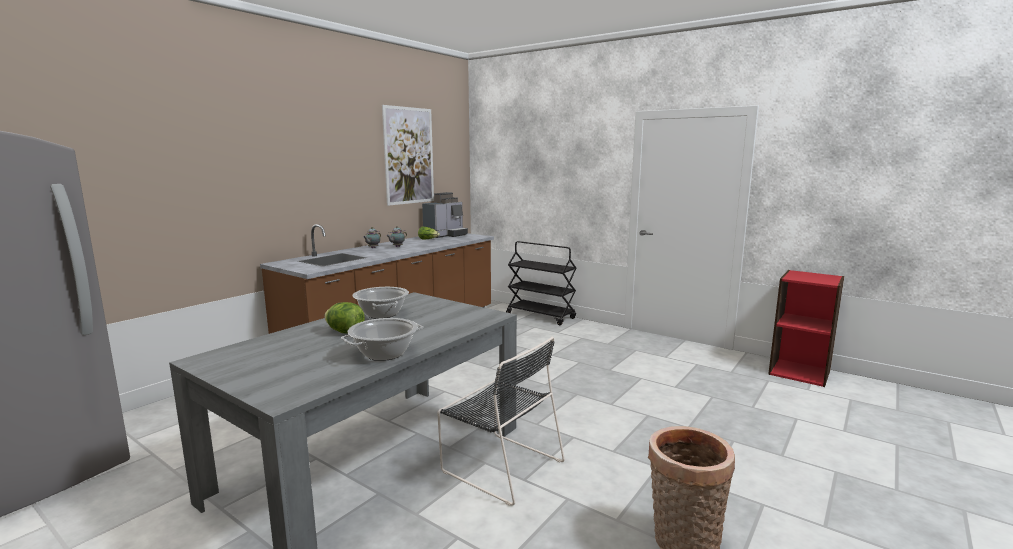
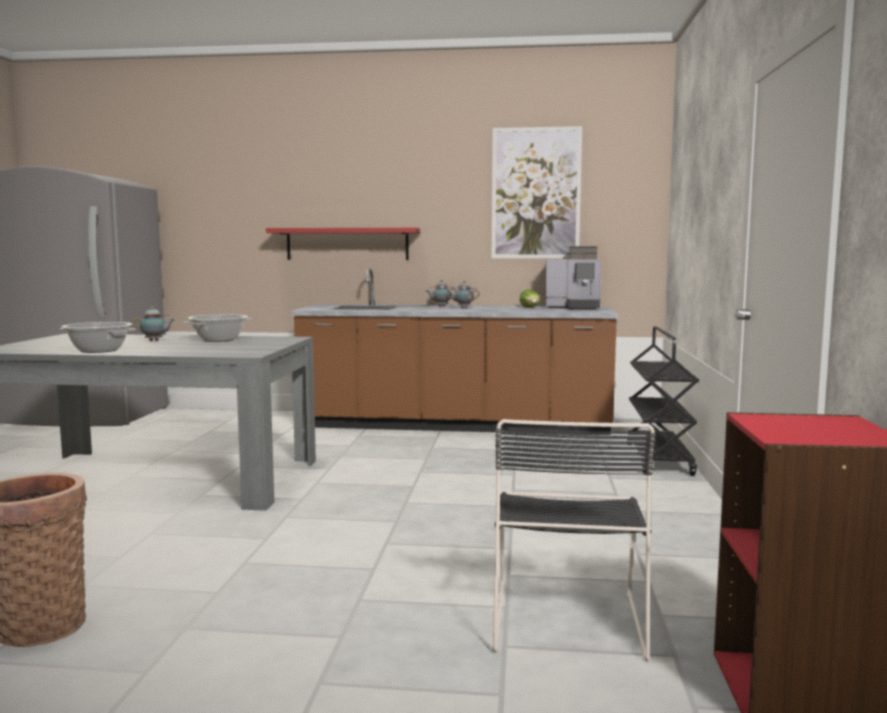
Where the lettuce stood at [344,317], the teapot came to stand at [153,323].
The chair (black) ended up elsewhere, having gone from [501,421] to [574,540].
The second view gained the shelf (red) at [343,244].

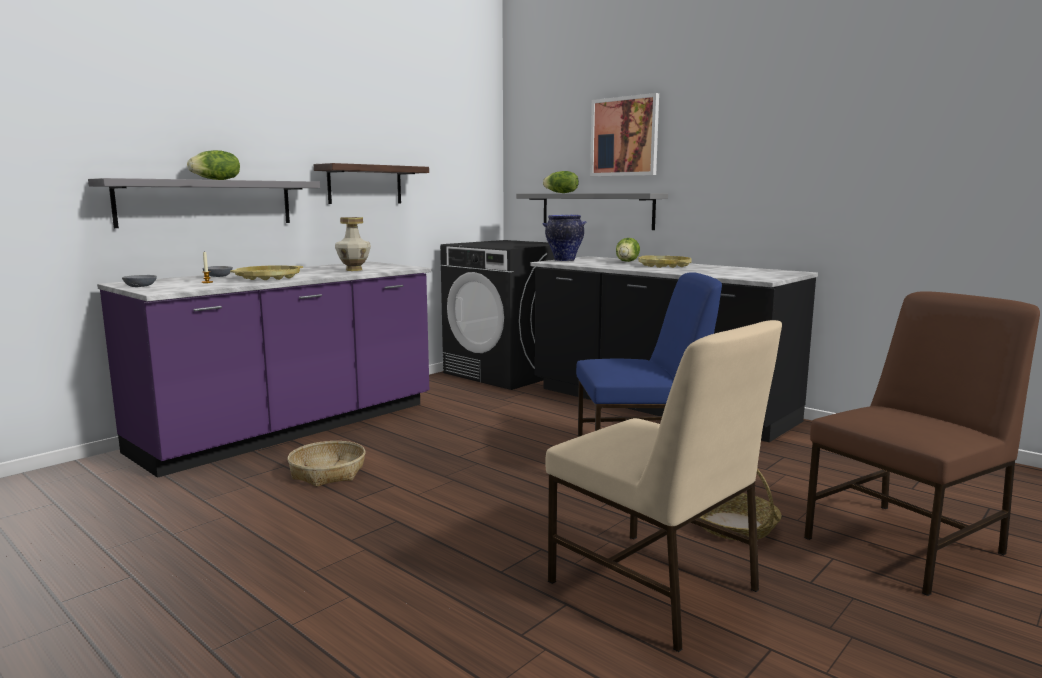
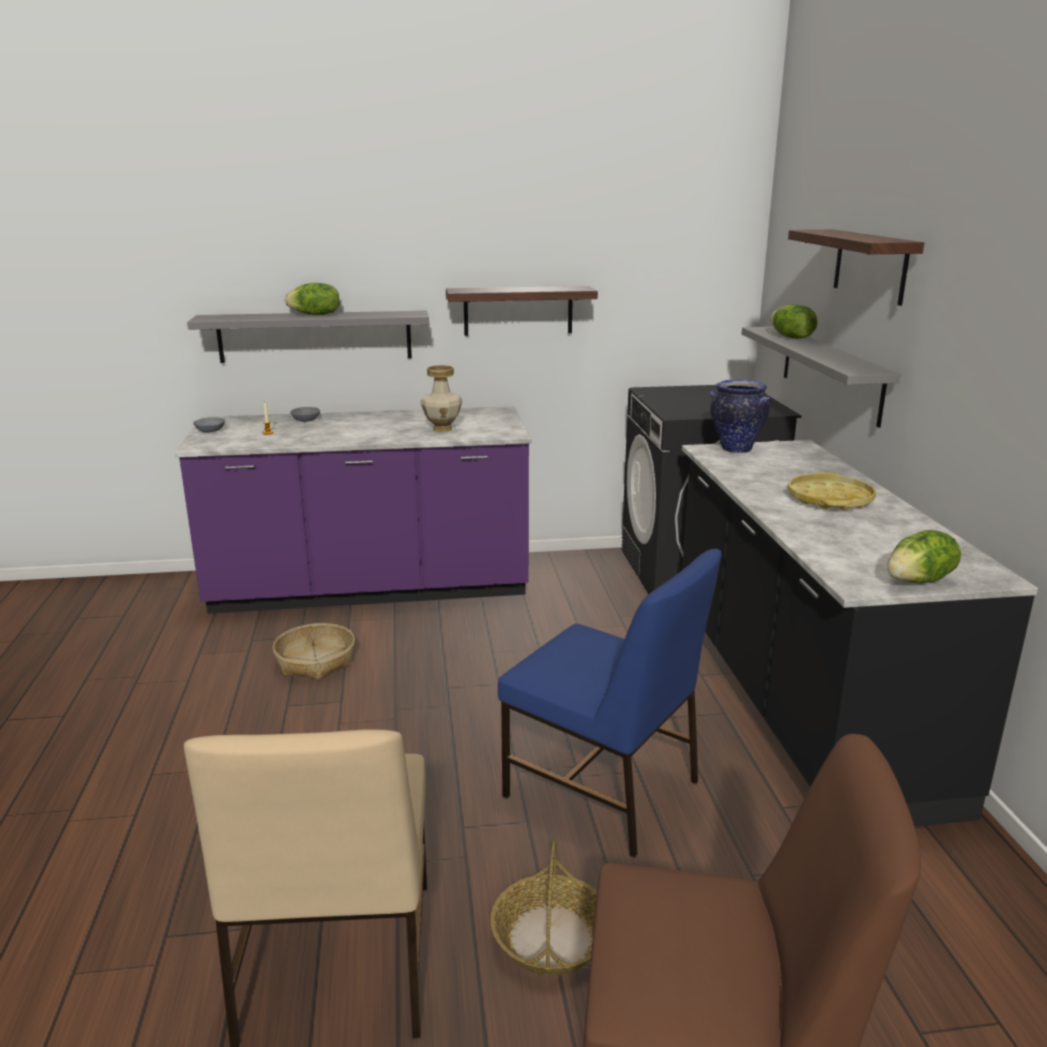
The second view lost the tray (yellow) at [266,272].
Where the picture hung at [624,134], the shelf came to hang at [856,267].
The lettuce ended up elsewhere, having gone from [628,250] to [924,556].

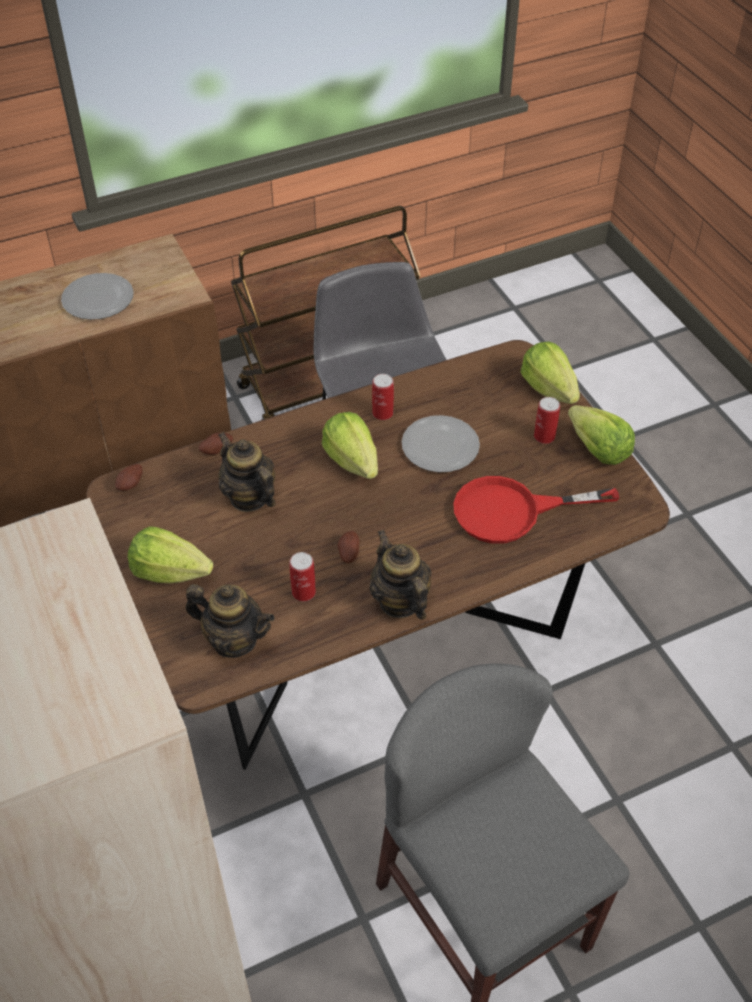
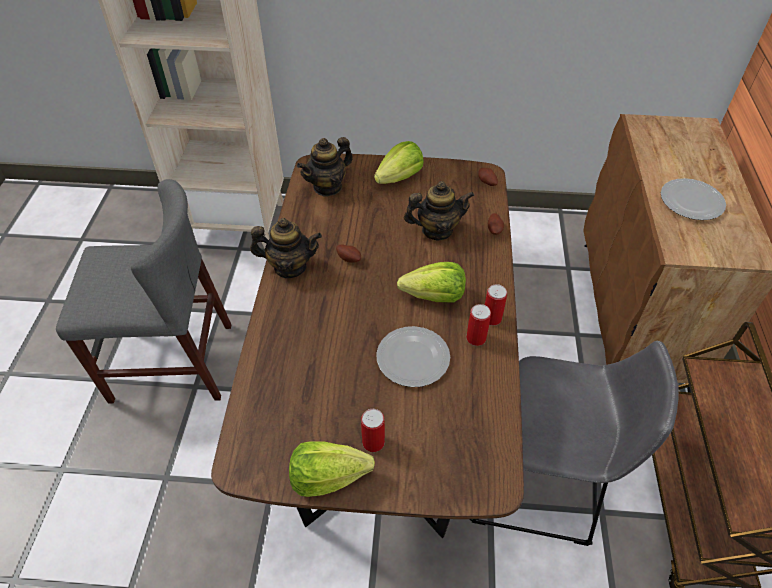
The can ended up elsewhere, having gone from [302,576] to [496,305].
The second view lost the frying pan (red) at [536,510].
The second view lost the lettuce at [550,372].

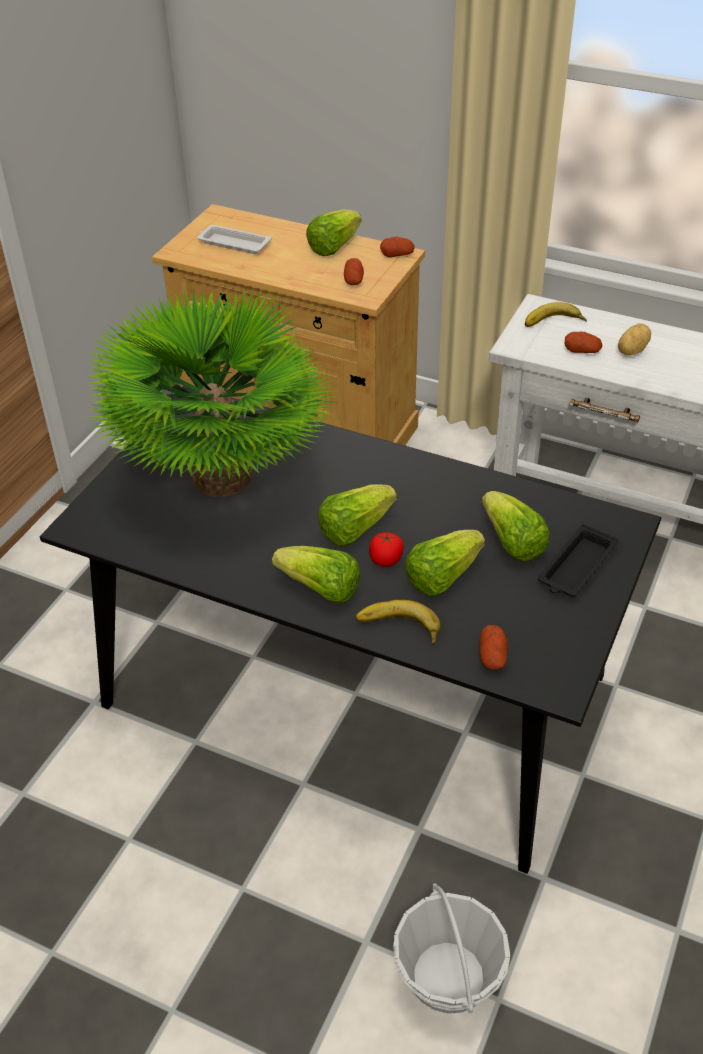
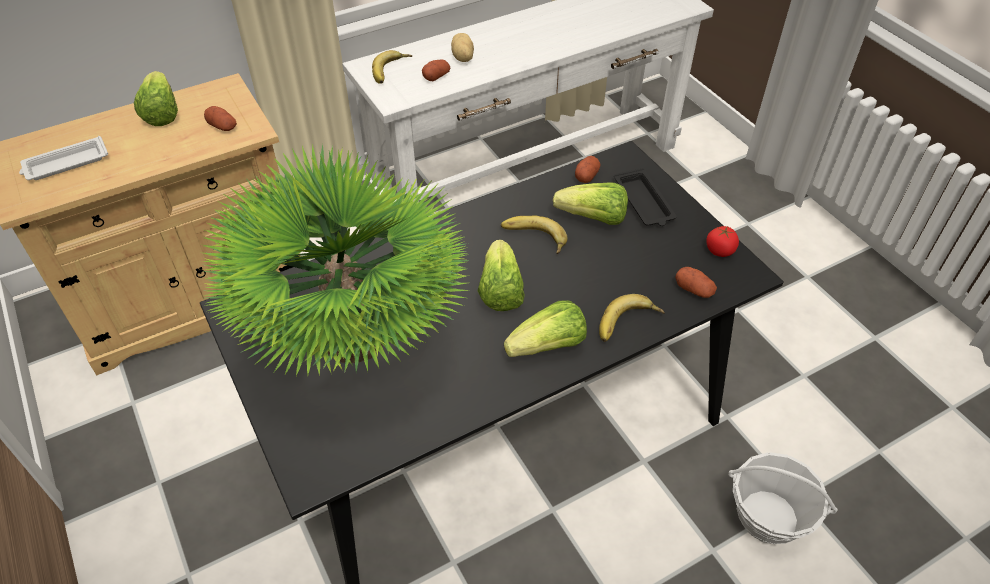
The tomato ended up elsewhere, having gone from [386,549] to [722,241].
The potato ended up elsewhere, having gone from [397,247] to [588,169].
The second view lost the lettuce at [445,563].
The second view gained the banana at [534,235].

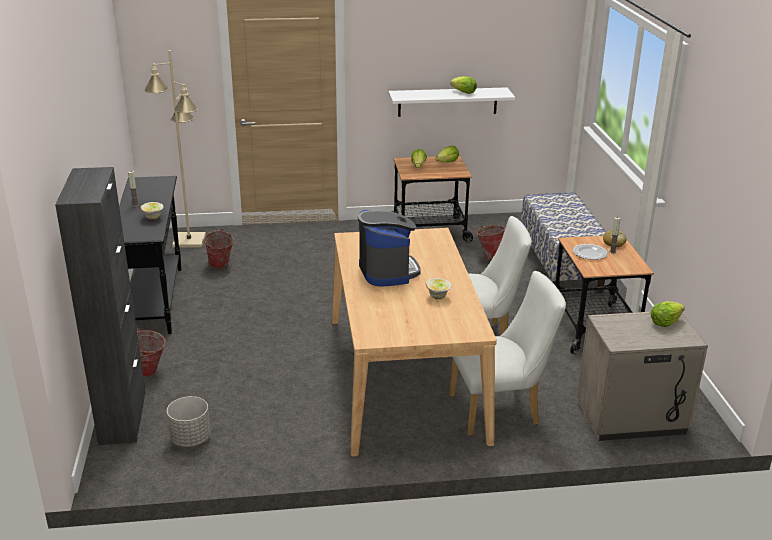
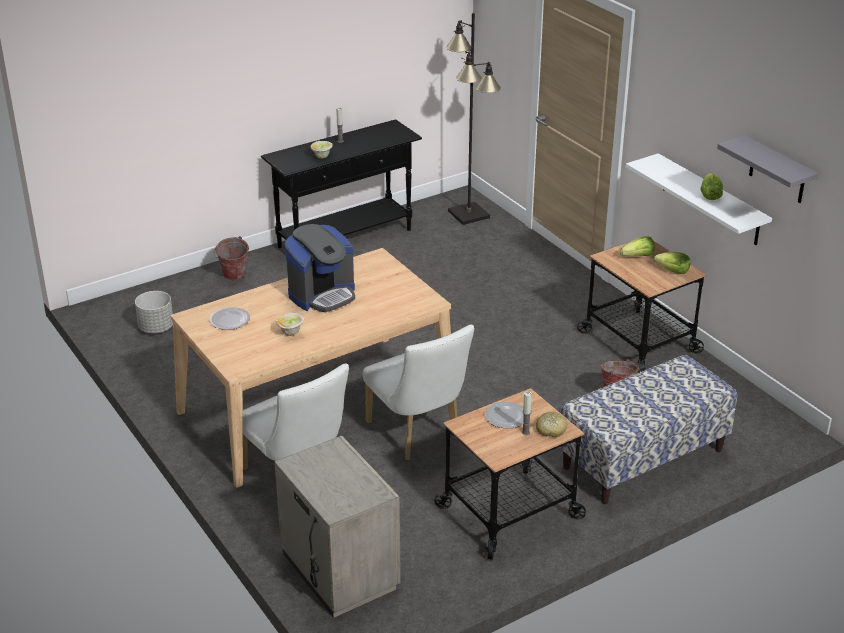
The second view lost the cabinet (black) at [100,306].
What was the floor lamp (beige) at [175,149] turned into the floor lamp (black) at [473,119].
The second view lost the bucket at [218,248].
The second view lost the lettuce at [668,314].
The second view gained the plate at [229,318].
The second view gained the shelf (grey) at [767,169].

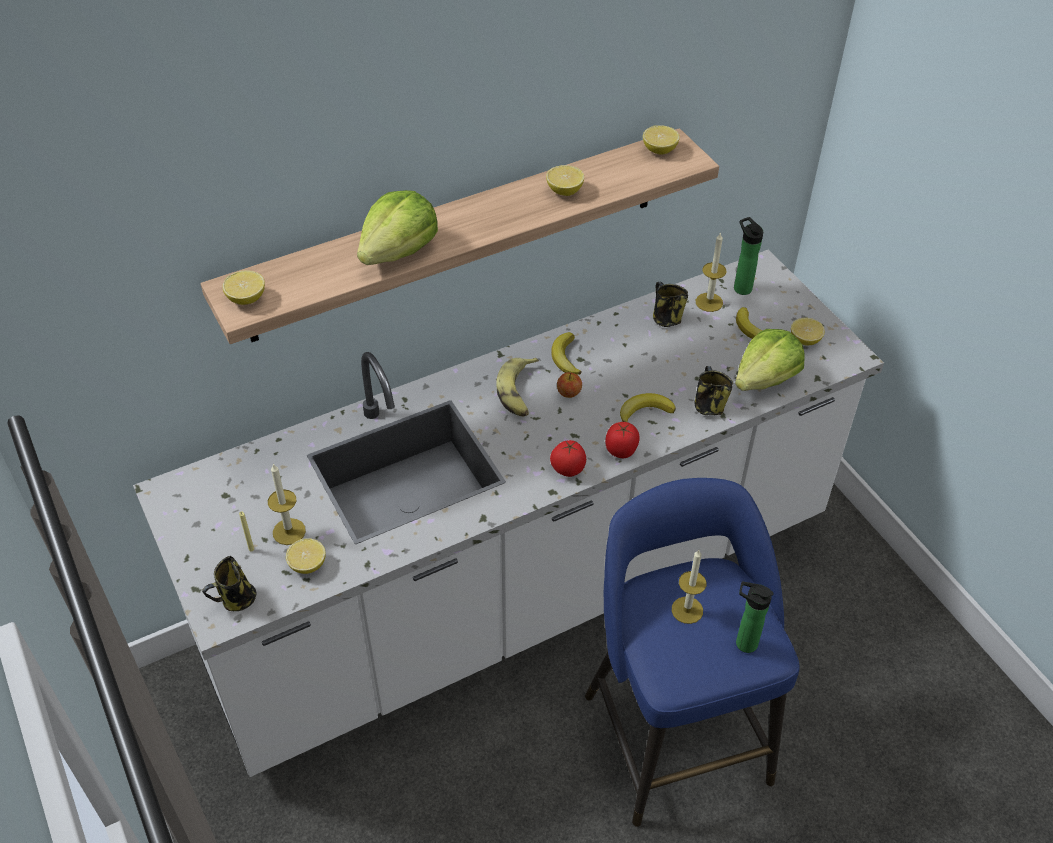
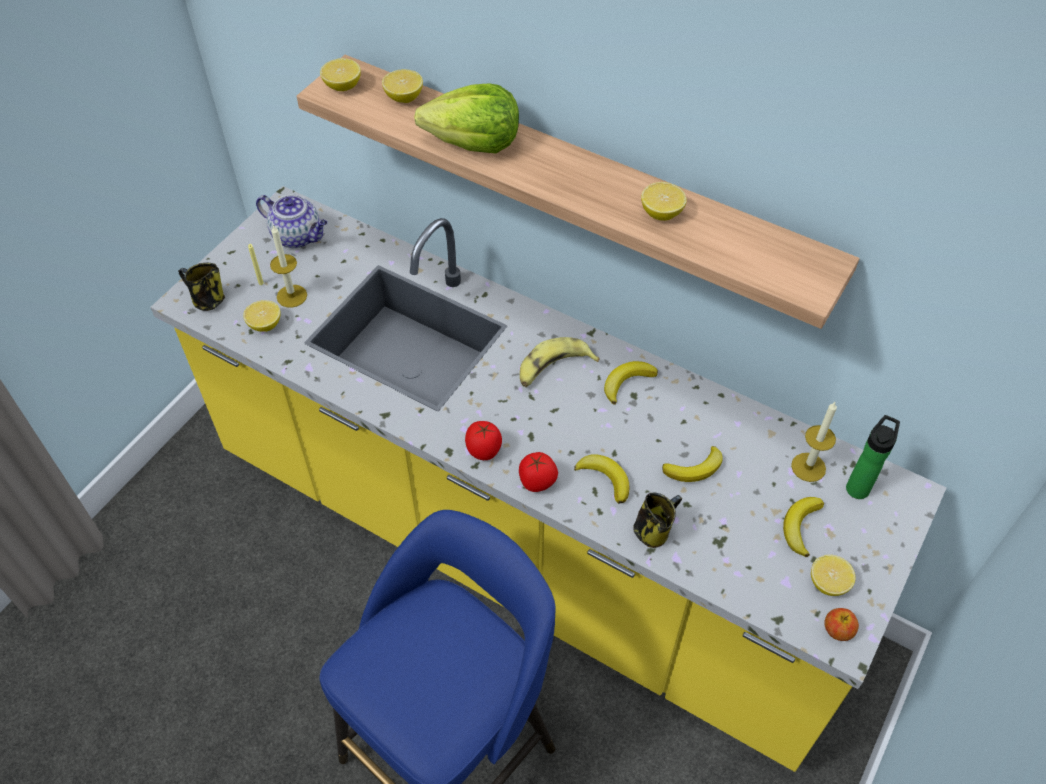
What was the counter (white) at [508,513] turned into the counter (yellow) at [548,479].
The apple ended up elsewhere, having gone from [569,385] to [841,624].
The lemon ended up elsewhere, having gone from [661,140] to [402,86].
The second view lost the mug at [670,304].
The second view lost the candle at [689,587].
The second view lost the lettuce at [769,360].
The second view lost the bottle at [755,617].
The second view gained the teapot at [291,221].
The second view gained the banana at [692,464].

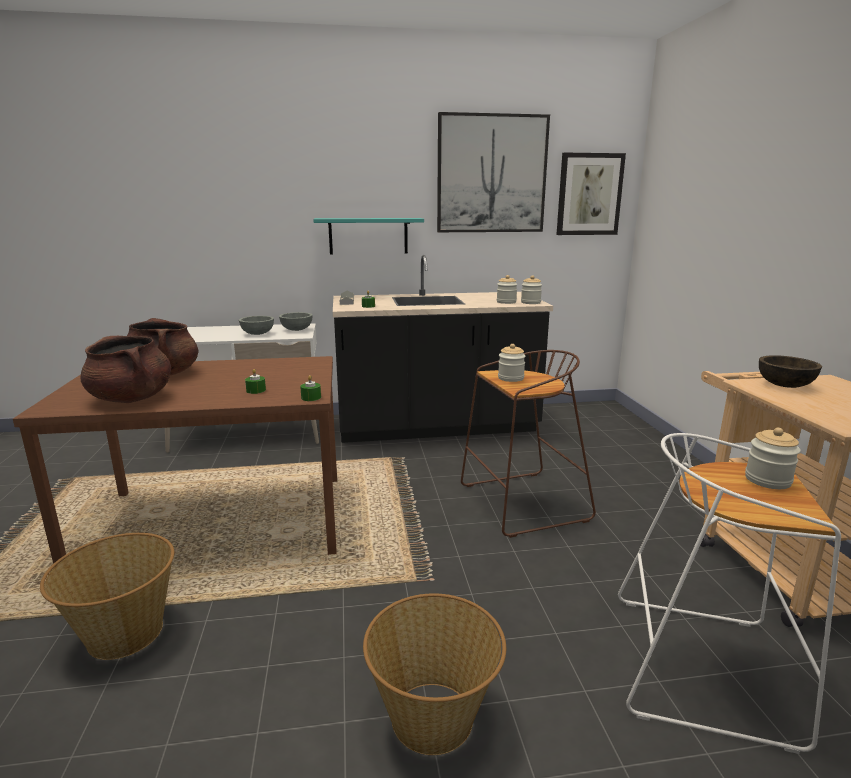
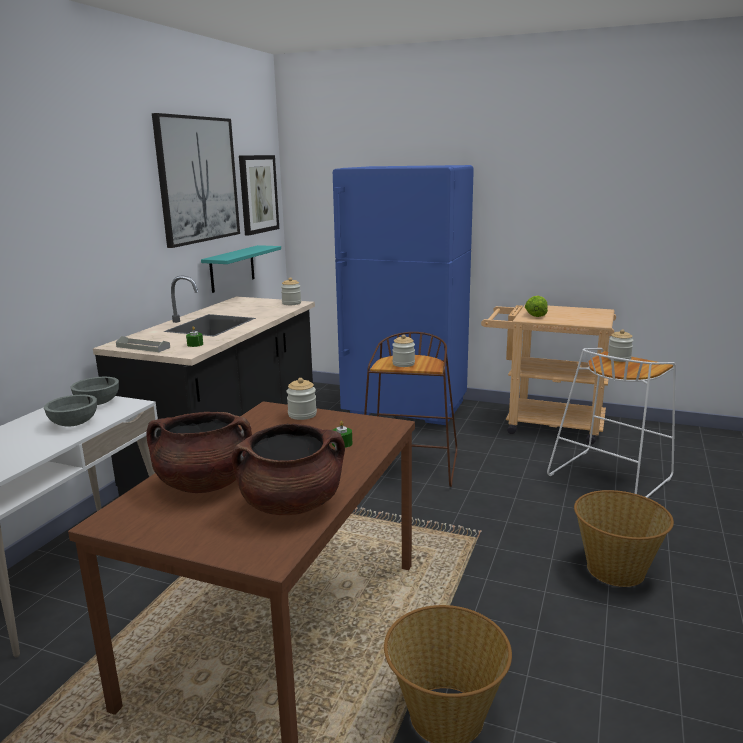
The second view lost the candle (green) at [310,388].
The shelf (turquoise) ended up elsewhere, having gone from [368,236] to [241,269].
The jar ended up elsewhere, having gone from [507,289] to [301,399].
Where the bowl (brown) stood at [790,371], the lettuce came to stand at [536,306].
The second view gained the fridge (blue) at [403,295].

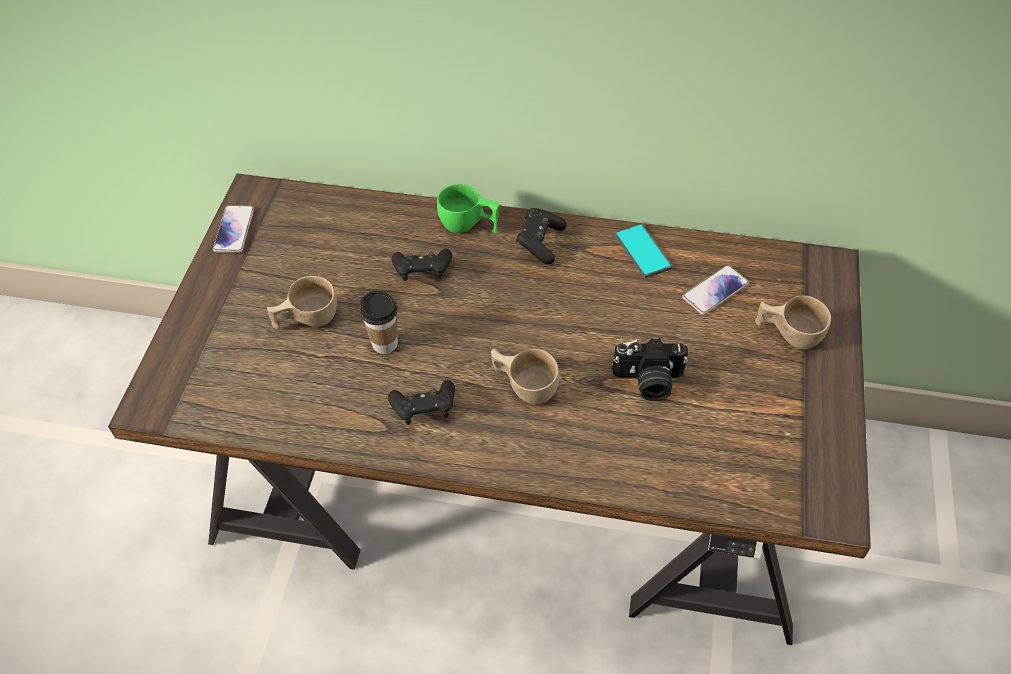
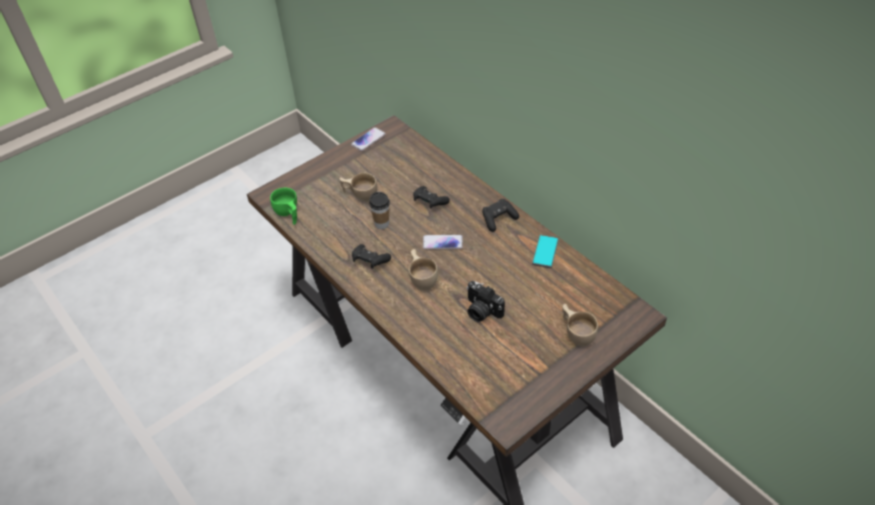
The cup (green) ended up elsewhere, having gone from [468,208] to [283,206].
The phone ended up elsewhere, having gone from [715,290] to [443,242].

